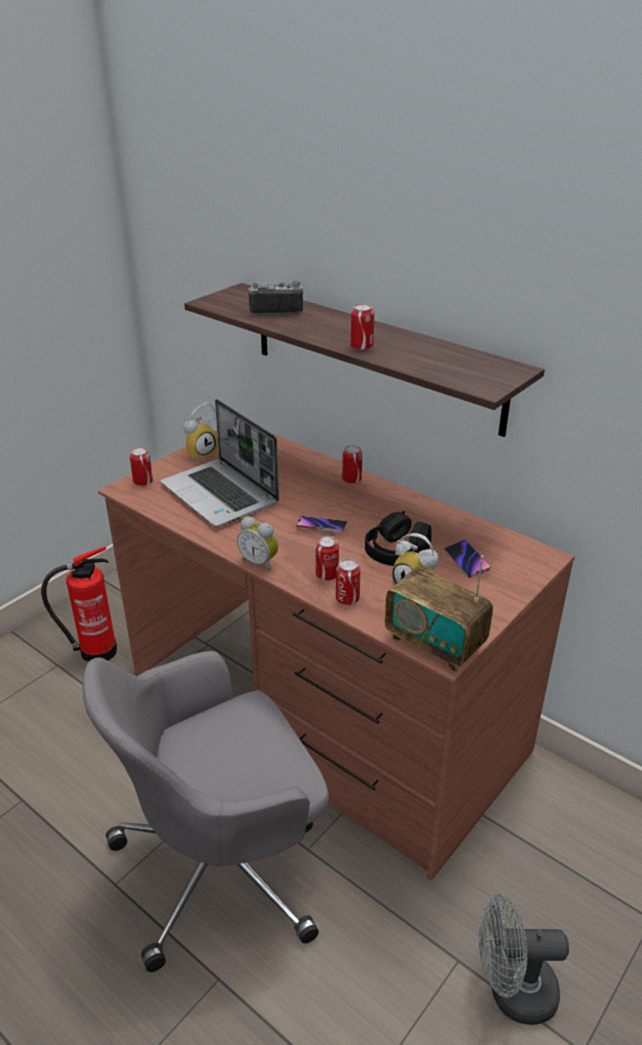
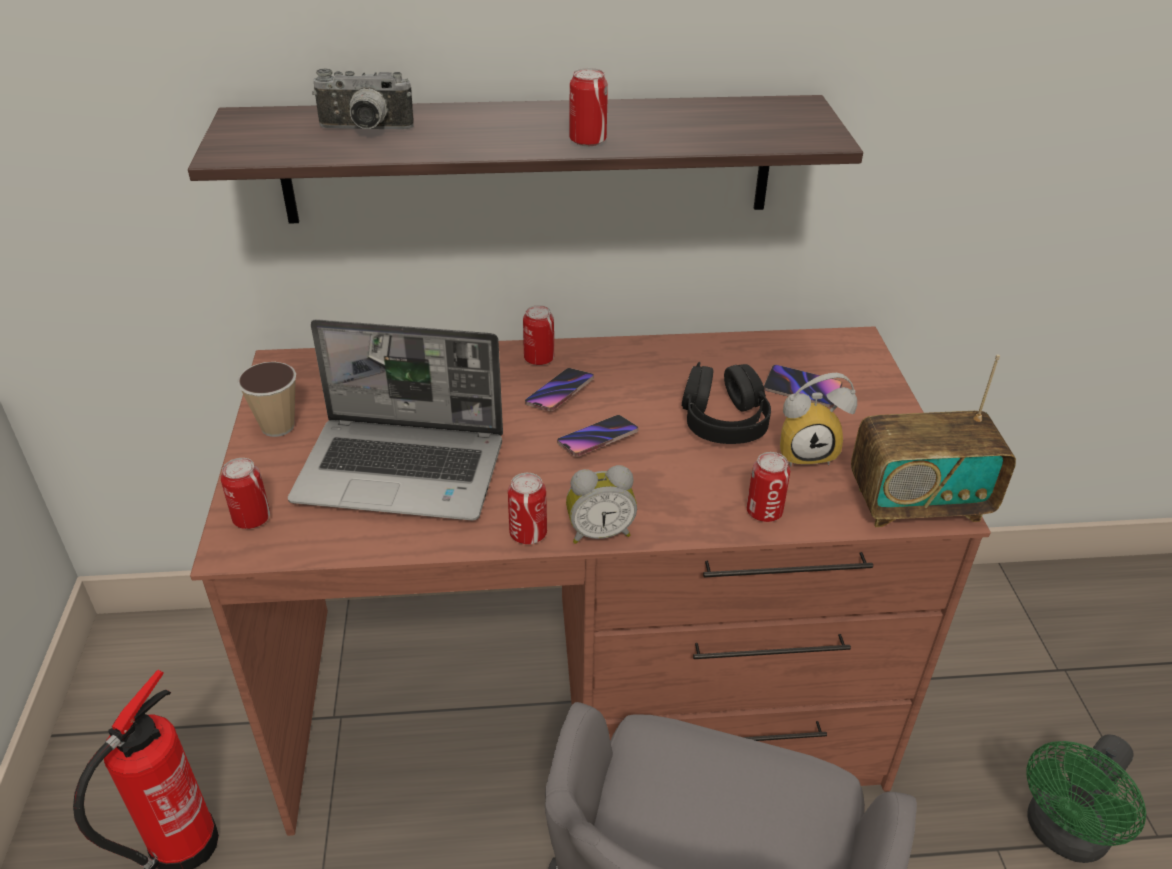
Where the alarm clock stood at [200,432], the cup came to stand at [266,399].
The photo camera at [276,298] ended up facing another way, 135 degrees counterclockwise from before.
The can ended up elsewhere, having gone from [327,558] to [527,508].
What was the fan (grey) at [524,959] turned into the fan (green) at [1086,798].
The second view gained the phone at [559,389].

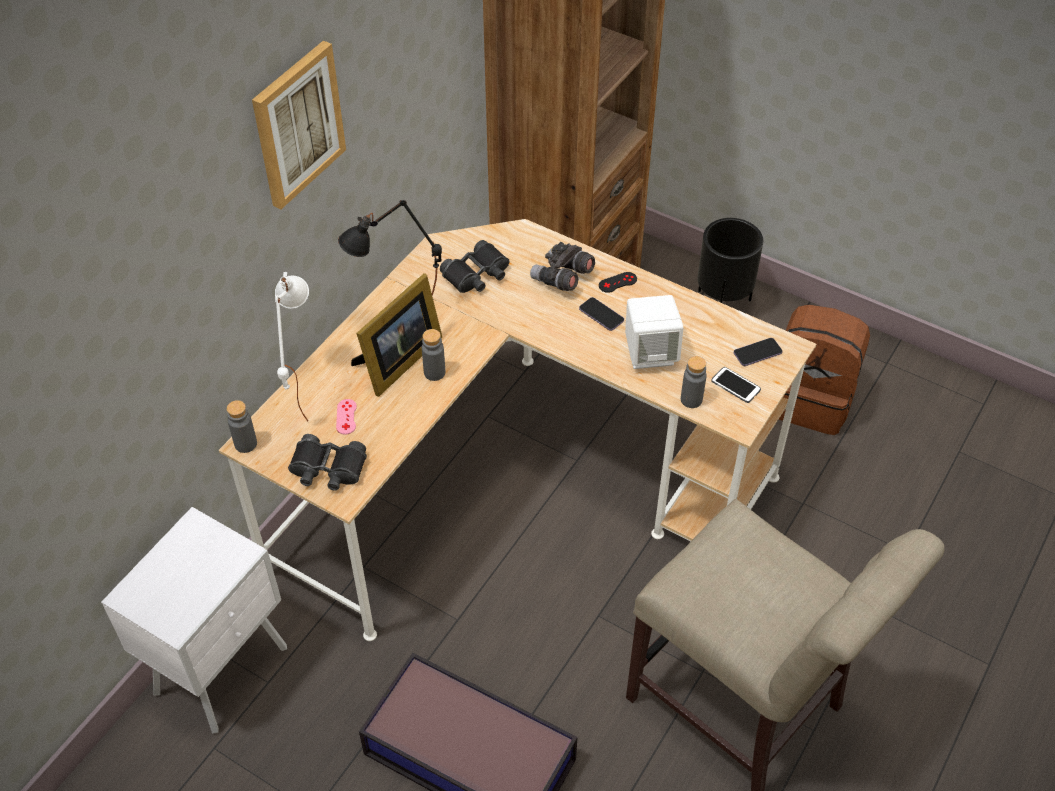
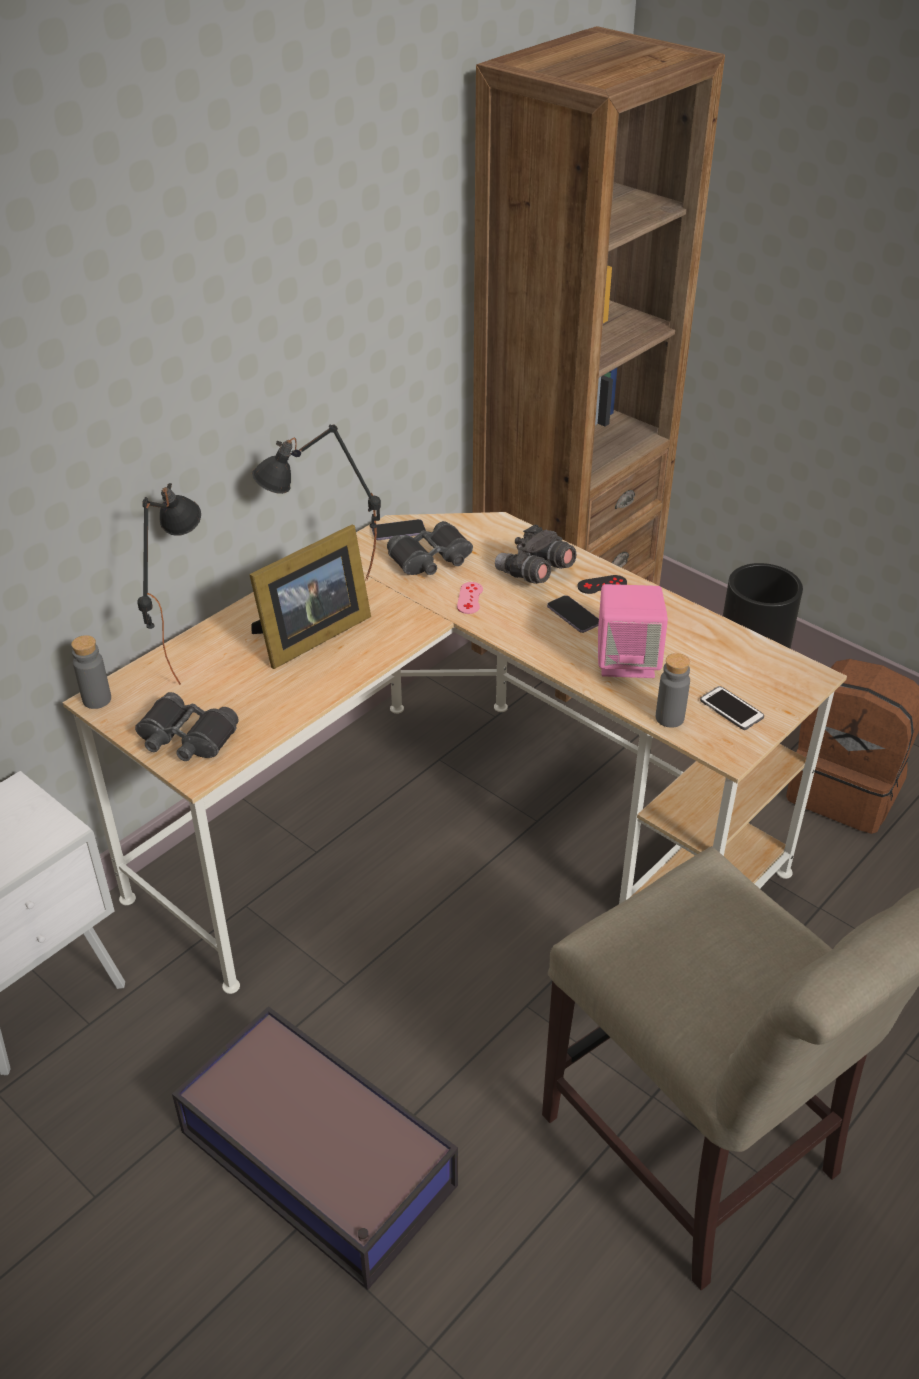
The second view lost the picture at [299,125].
What was the table lamp (white) at [292,346] turned into the table lamp (black) at [169,584].
The game controller (pink) ended up elsewhere, having gone from [346,417] to [470,598].
The second view lost the bottle (grey) at [433,355].
What was the speaker (white) at [654,332] turned into the speaker (pink) at [633,631].
The phone ended up elsewhere, having gone from [758,352] to [399,529].

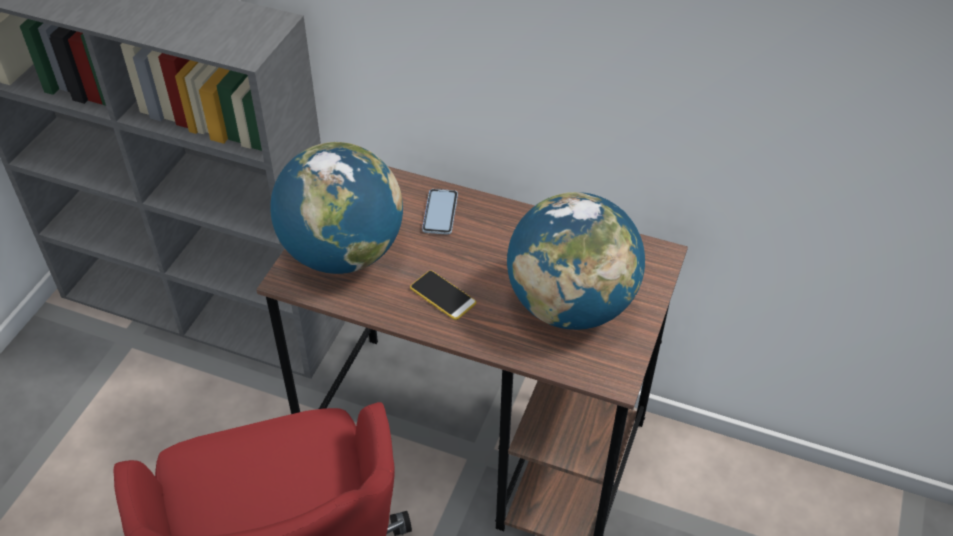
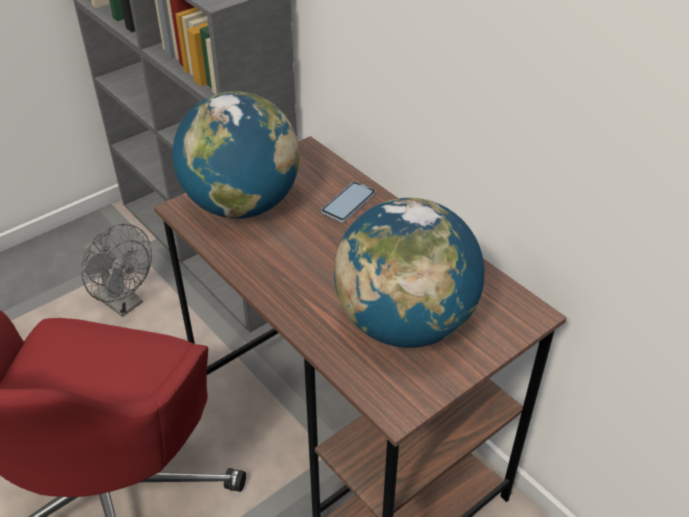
The second view lost the phone at [443,295].
The second view gained the fan (grey) at [116,270].

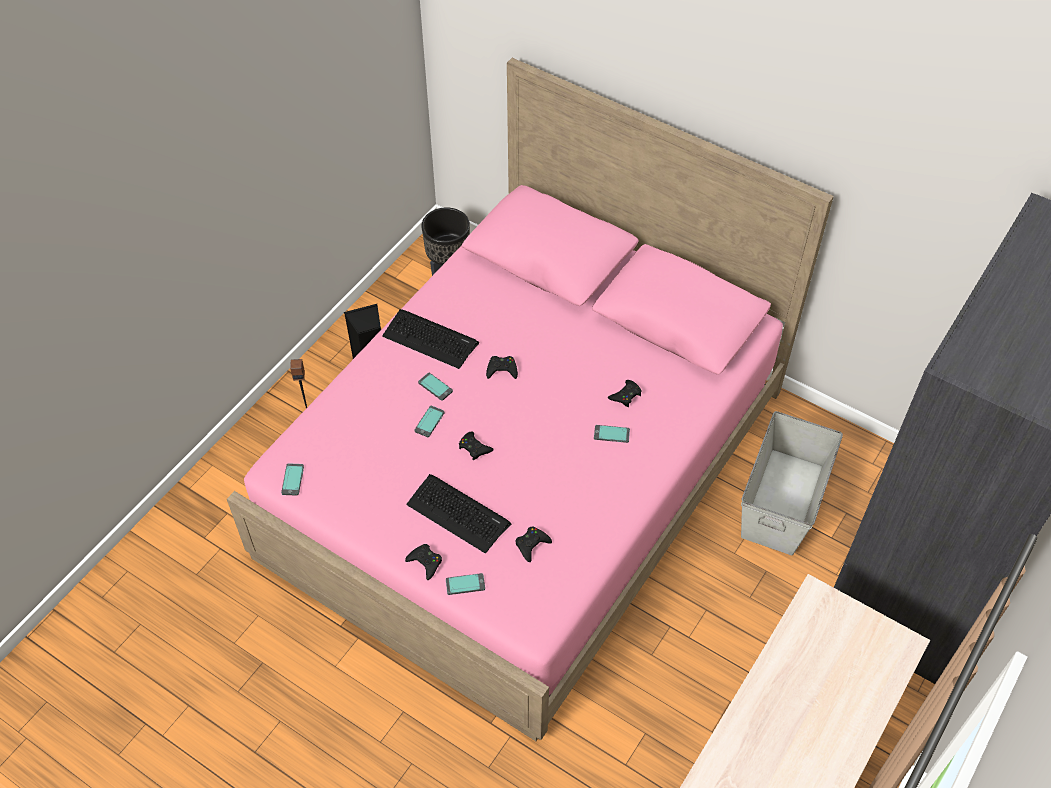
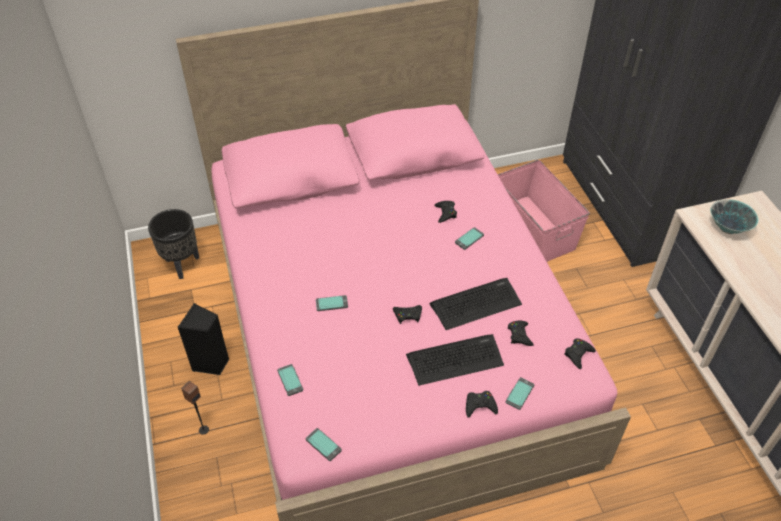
The keyboard ended up elsewhere, having gone from [430,339] to [475,304].
The phone ended up elsewhere, having gone from [429,421] to [290,380].
The game controller (black) ended up elsewhere, having gone from [502,367] to [580,353].
What was the storage box (grey) at [792,483] turned into the storage box (pink) at [544,211].
The second view gained the bowl at [734,216].

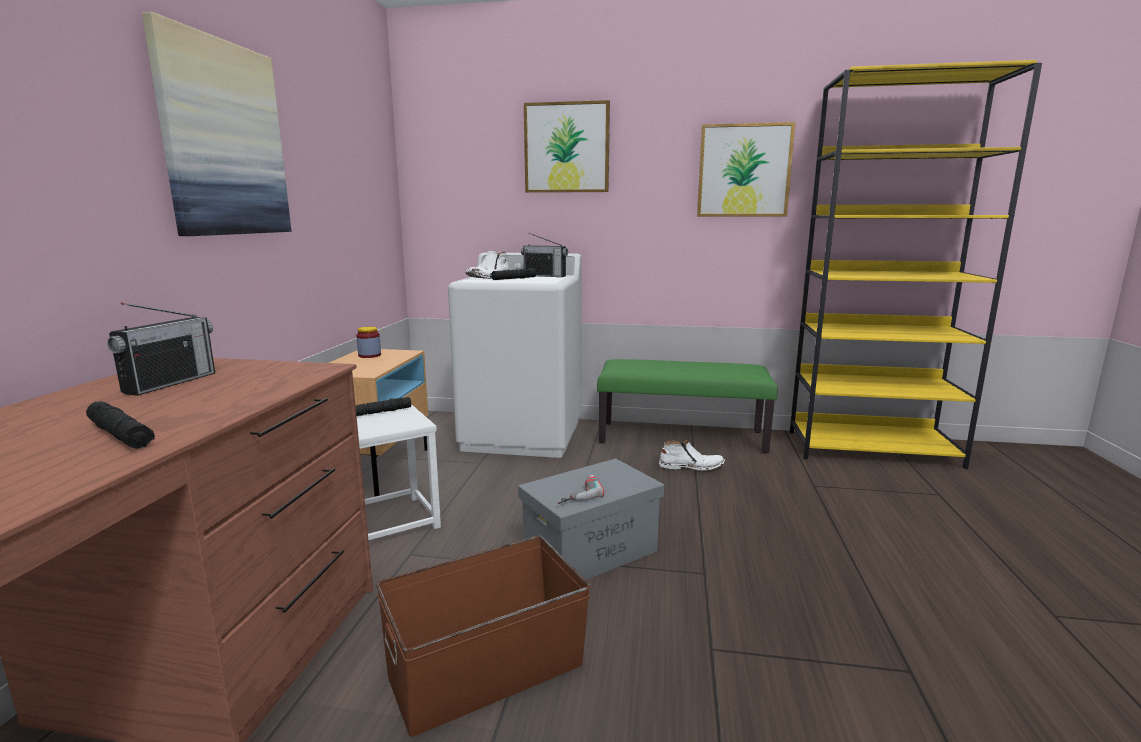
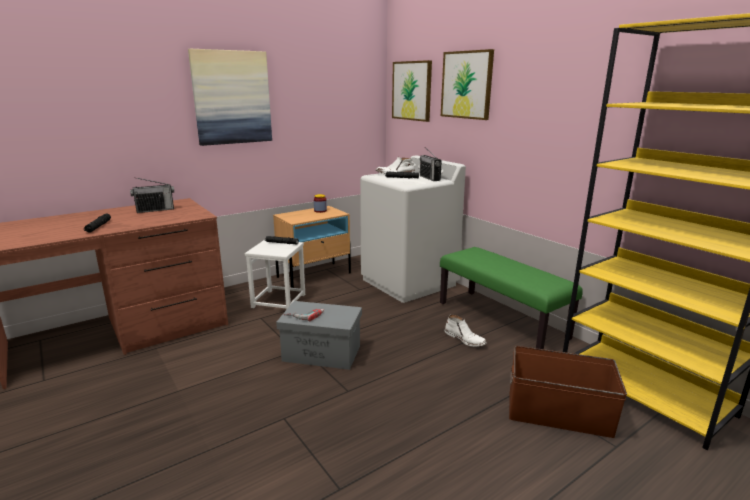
The storage box (brown) ended up elsewhere, having gone from [483,636] to [568,392].
The picture ended up elsewhere, having gone from [746,169] to [412,91].

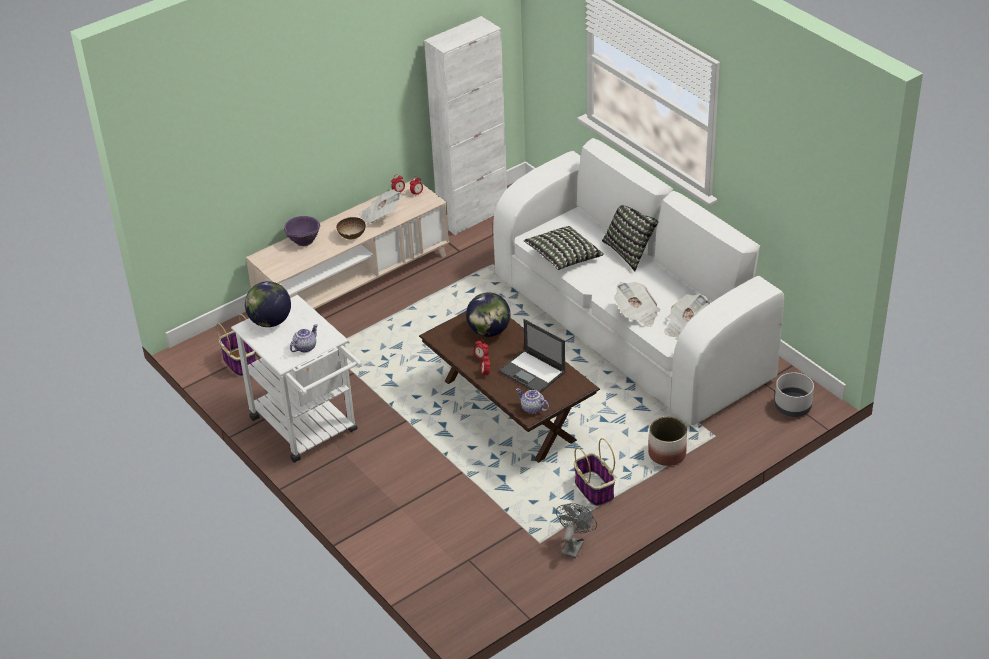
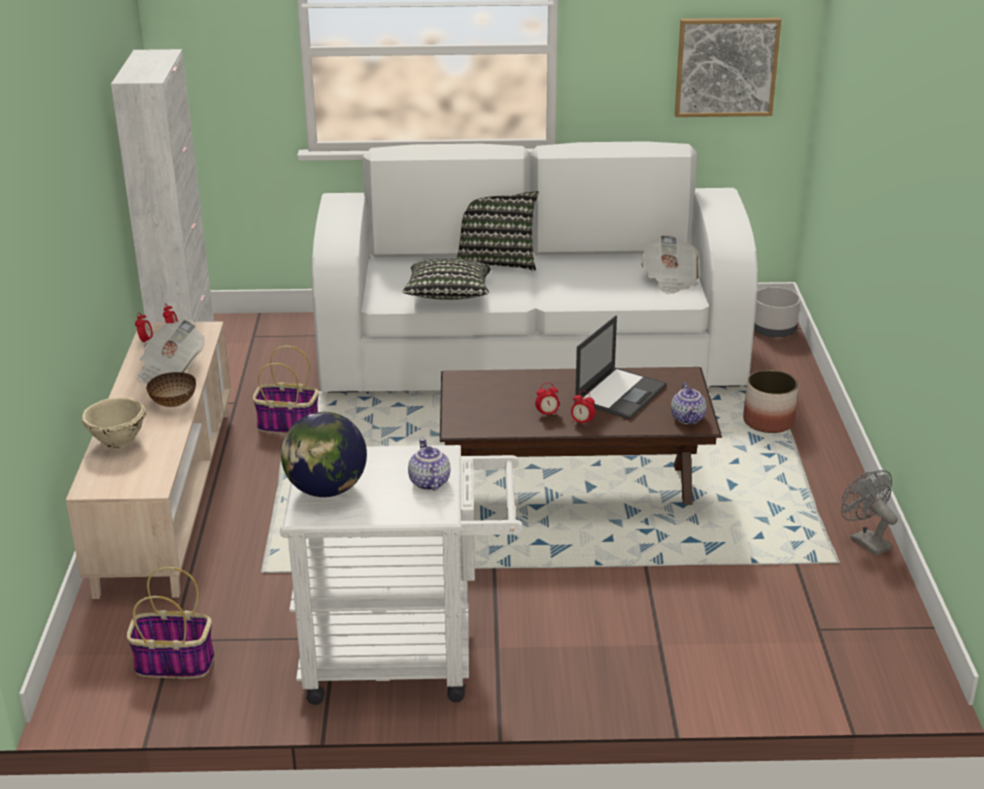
What was the bowl (purple) at [302,231] turned into the bowl (beige) at [114,422].
The second view lost the globe at [488,315].
The laptop at [532,356] ended up facing another way, 45 degrees counterclockwise from before.
The teapot at [532,401] ended up facing another way, 75 degrees counterclockwise from before.
The basket ended up elsewhere, having gone from [594,472] to [286,390].
The second view lost the newspaper at [637,304].
The second view gained the picture at [728,67].

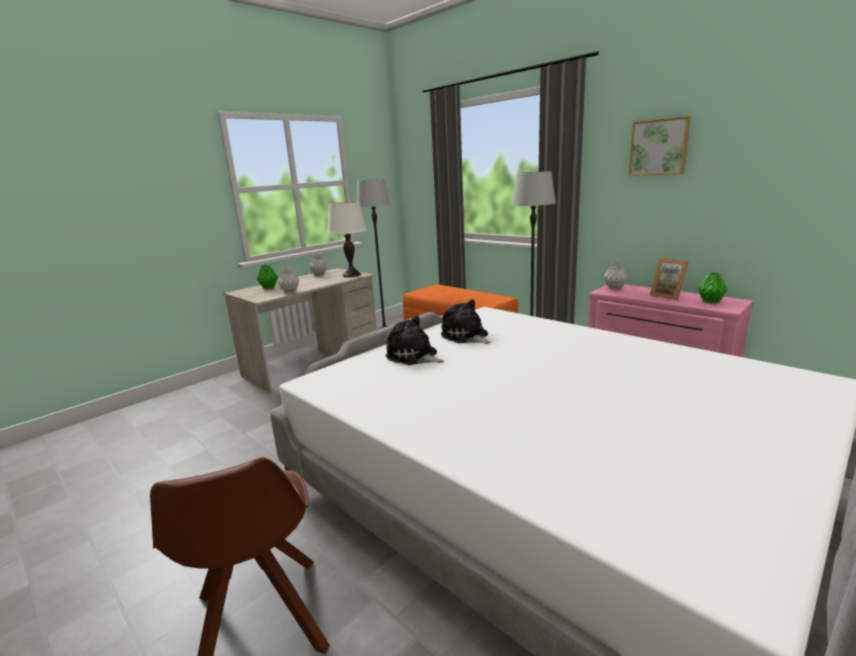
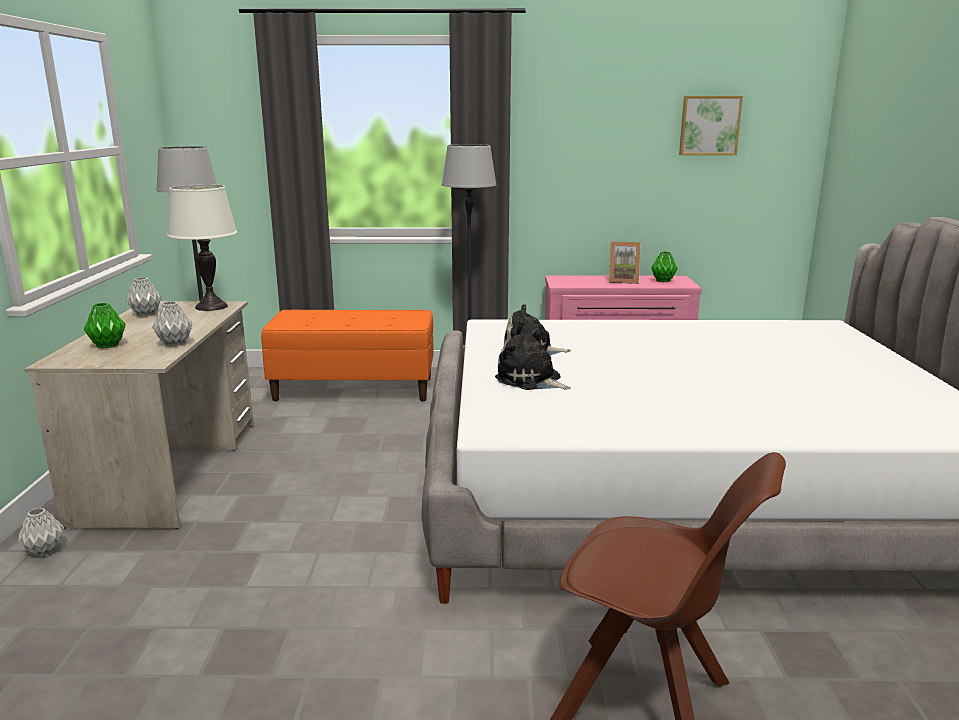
The plush toy at [414,340] ended up facing another way, 45 degrees clockwise from before.
The vase (grey) ended up elsewhere, having gone from [615,276] to [41,532].
The picture ended up elsewhere, having gone from [660,146] to [711,125].

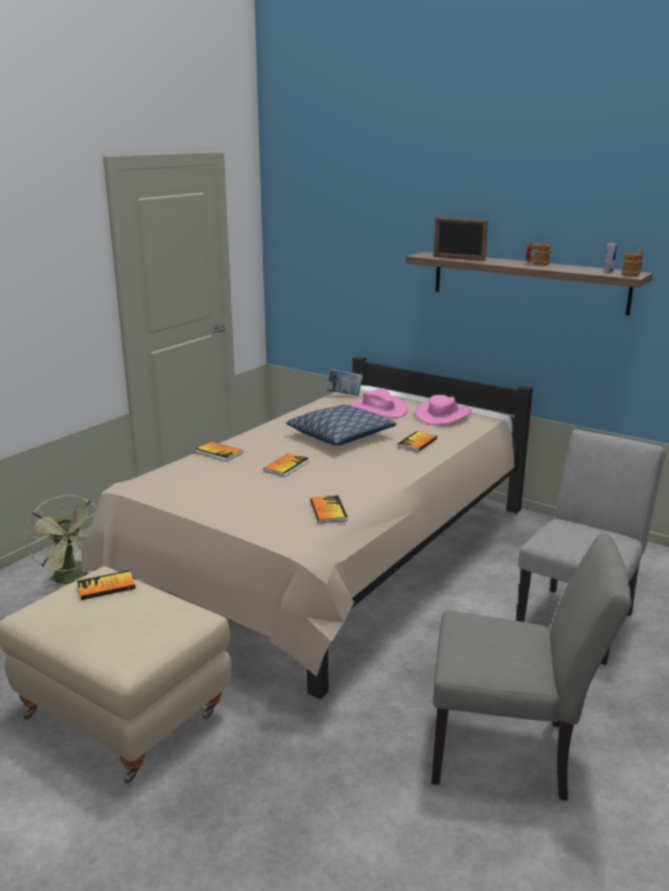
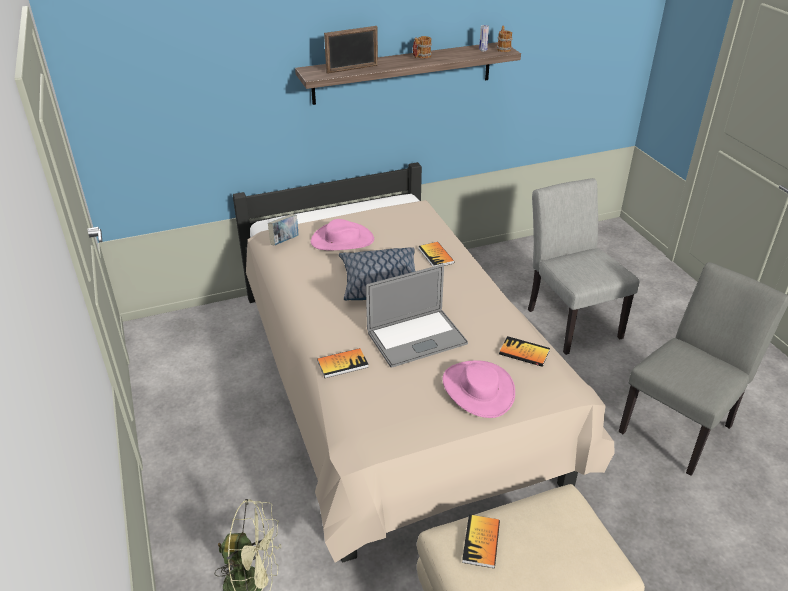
Where the book stood at [286,465], the laptop came to stand at [417,316].
The hat (pink) ended up elsewhere, having gone from [443,410] to [478,389].

